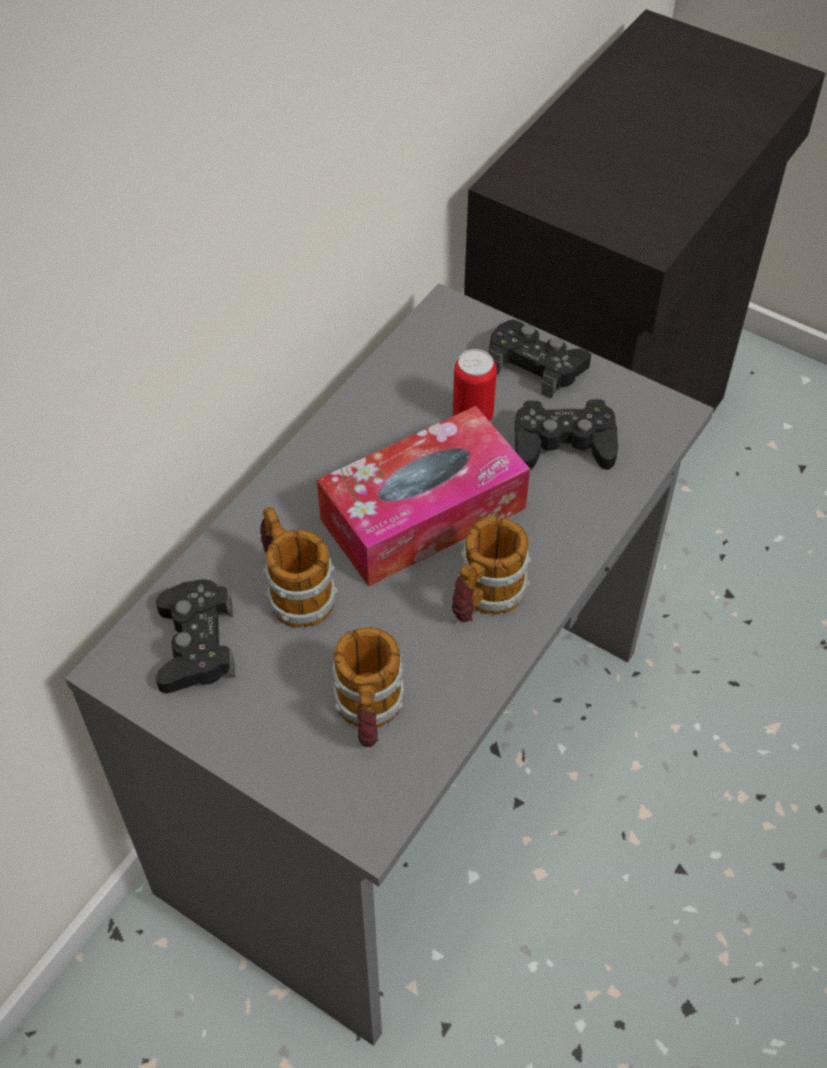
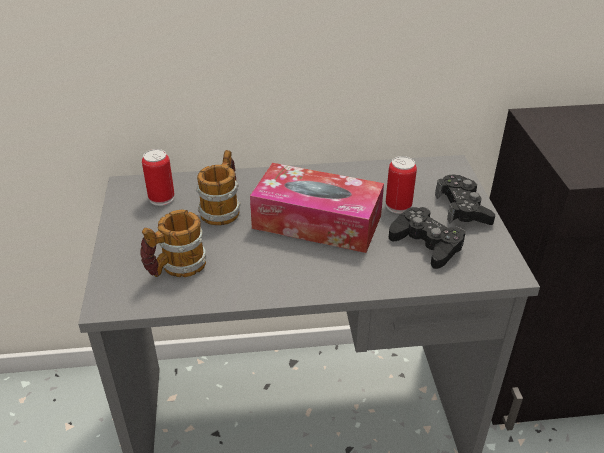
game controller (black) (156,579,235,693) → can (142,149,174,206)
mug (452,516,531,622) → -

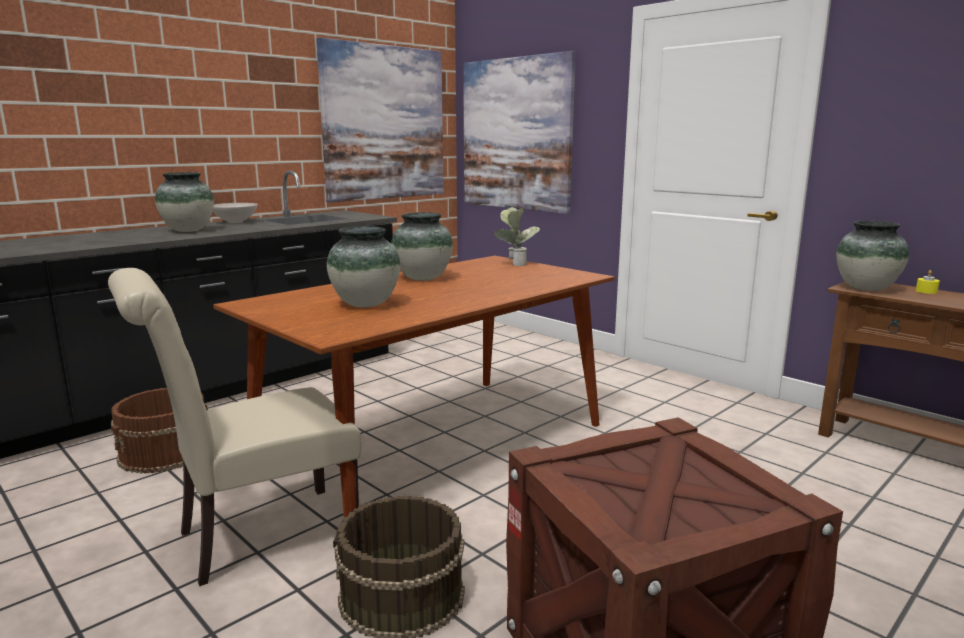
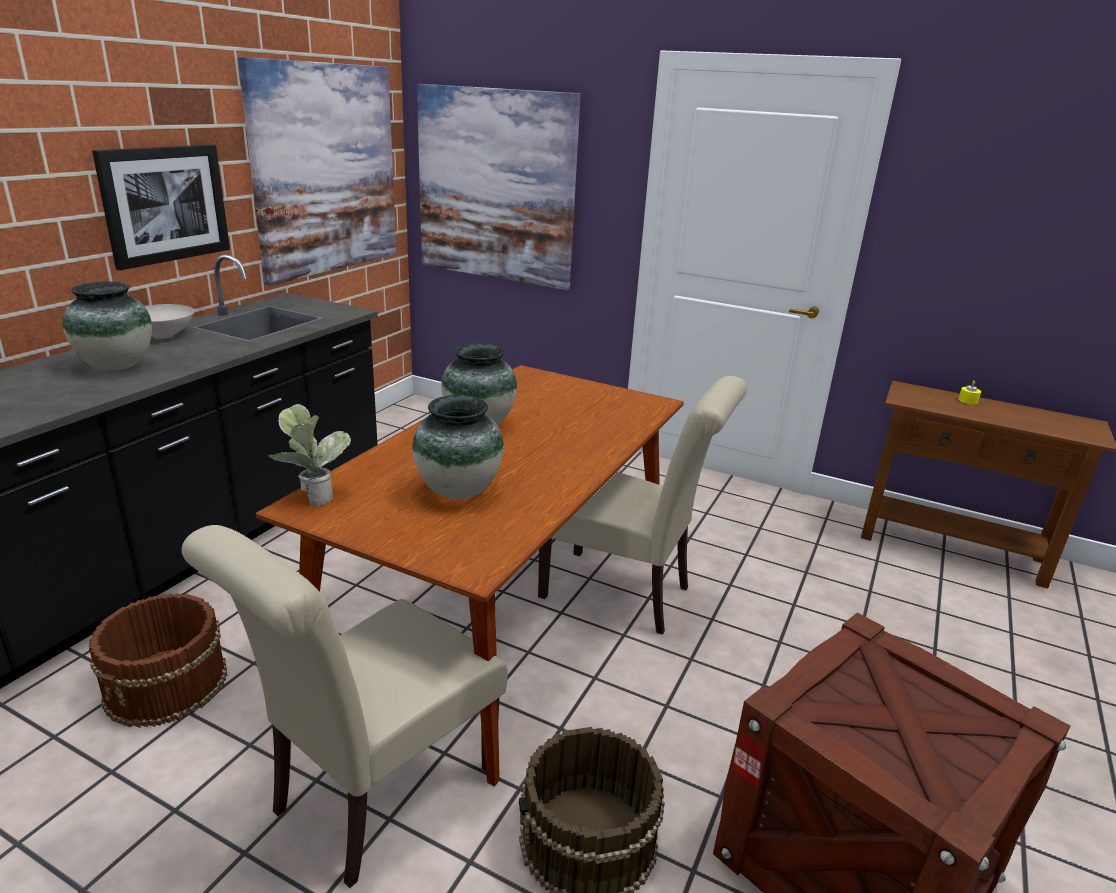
- → picture (92,145,230,270)
potted plant (493,207,540,266) → potted plant (269,404,351,506), moved
- → chair (beige) (538,376,747,635)
vase (836,221,909,291) → -

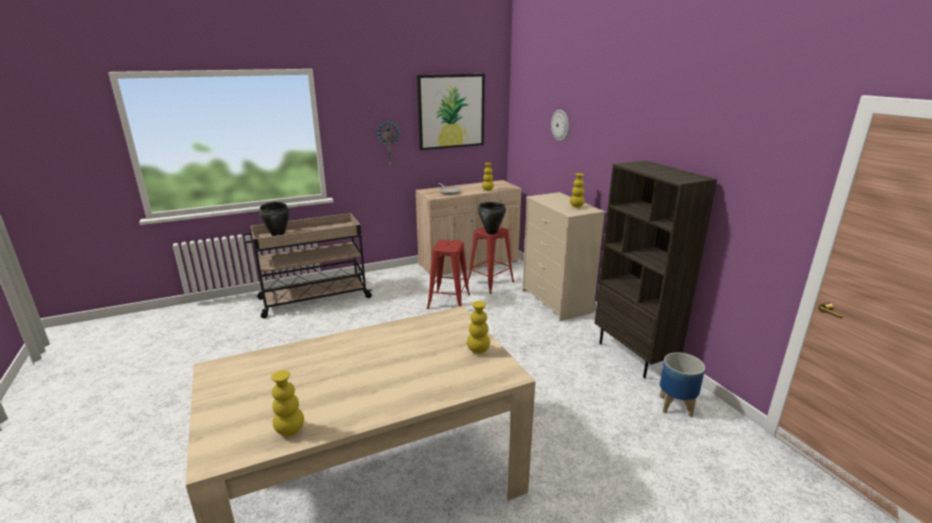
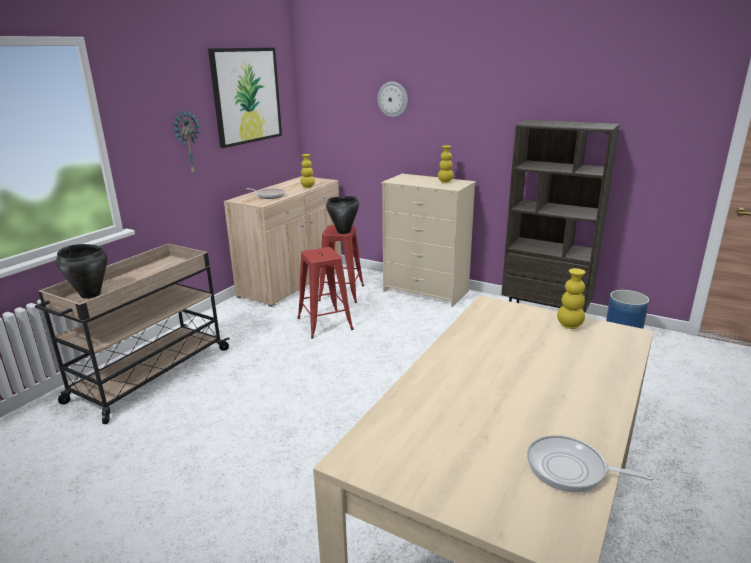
vase (yellow) (271,370,304,436) → frying pan (527,435,654,493)

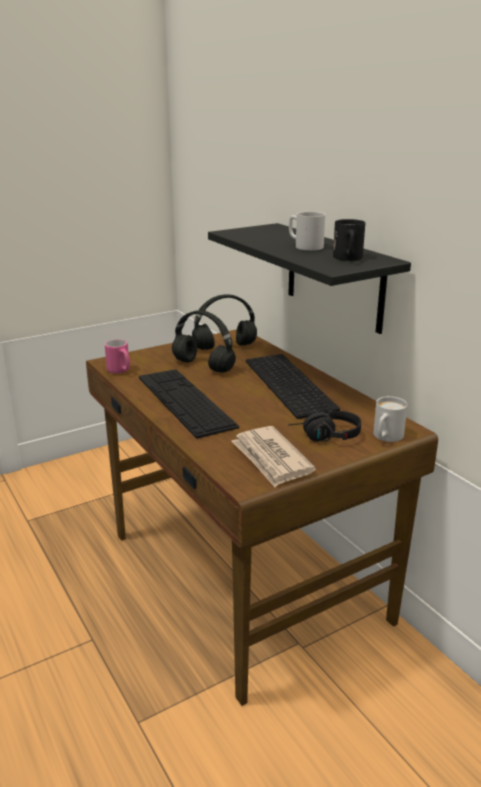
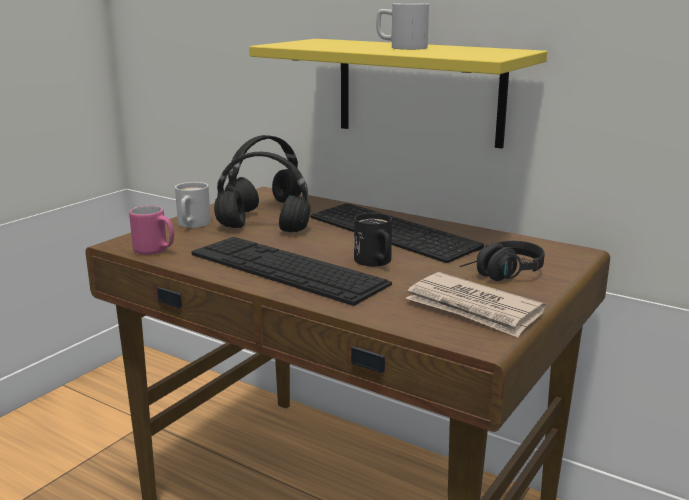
mug (white) (373,396,408,442) → mug (white) (175,182,211,228), moved
shelf (black) (208,223,411,334) → shelf (yellow) (249,39,547,149)
mug (black) (333,219,365,261) → mug (black) (354,213,392,266), moved

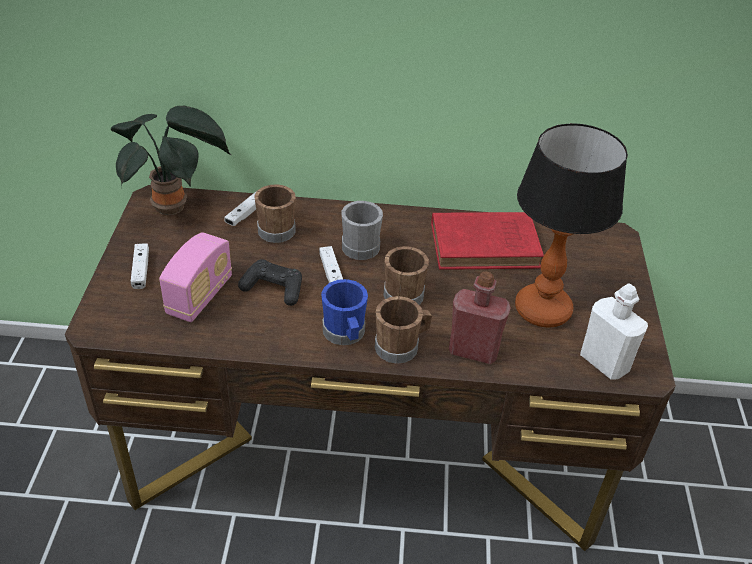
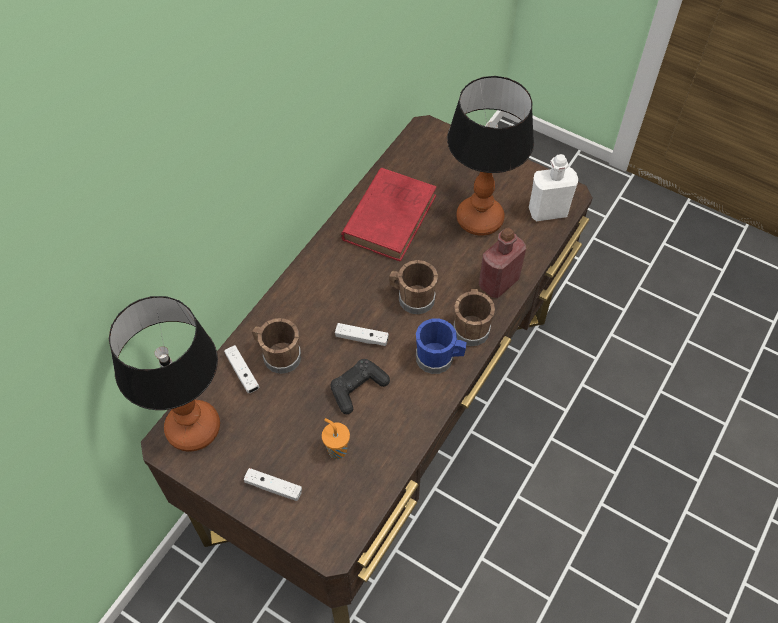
potted plant (111,106,231,215) → table lamp (109,296,220,451)
radio (159,232,232,322) → cup (orange) (322,418,350,459)
mug (grey) (341,201,383,260) → -

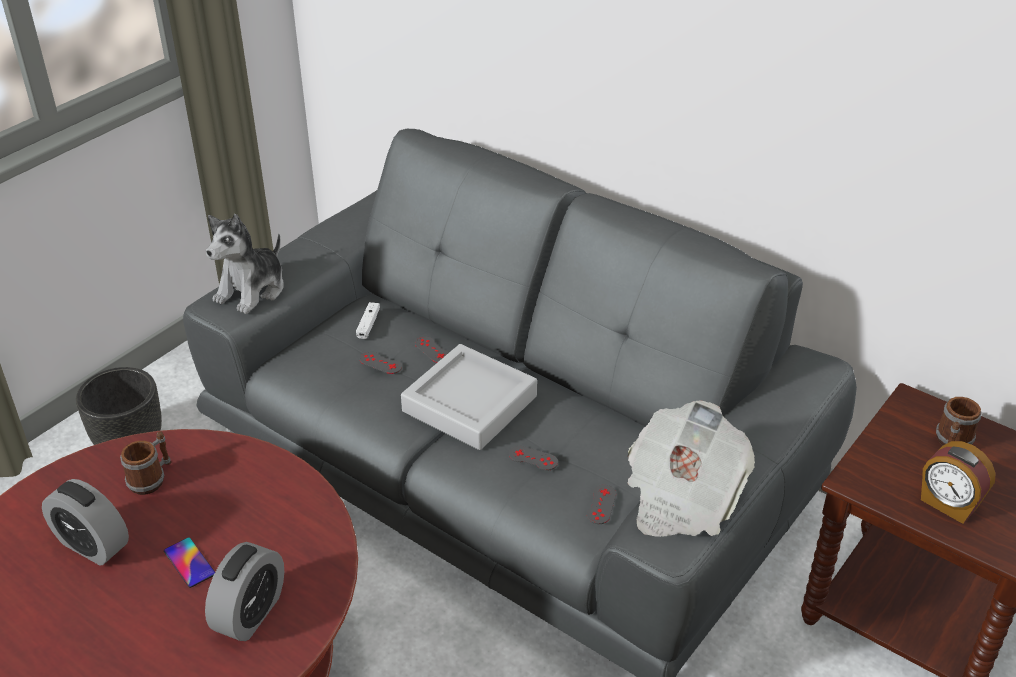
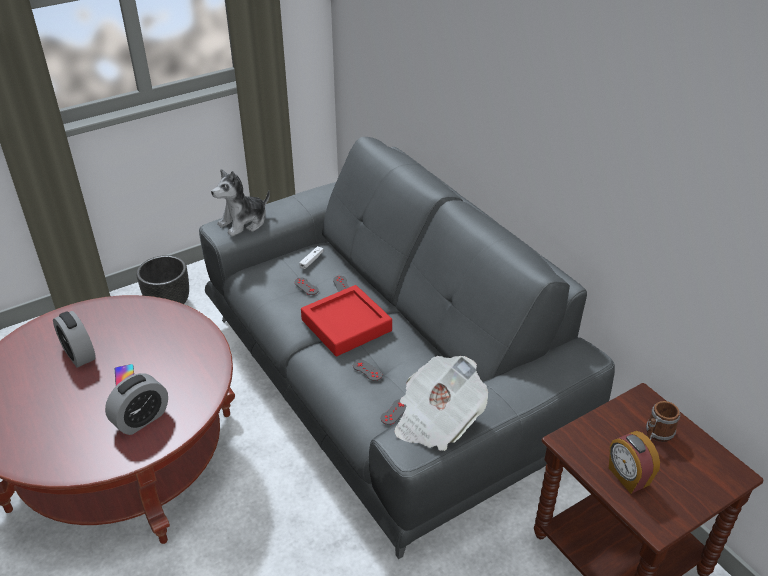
tray (grey) (401,344,537,450) → tray (red) (301,285,392,356)
mug (120,431,172,495) → -

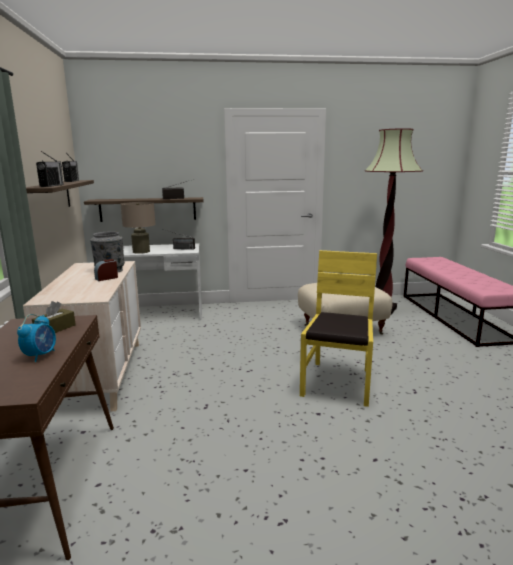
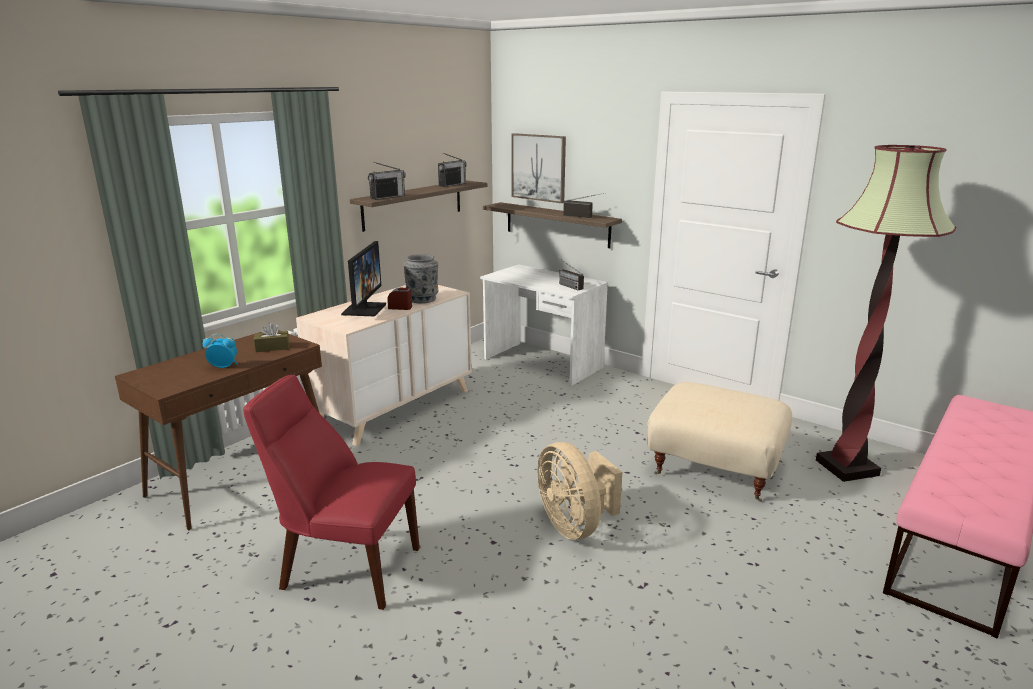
alarm clock (17,314,56,362) → alarm clock (203,334,238,368), 150 degrees counterclockwise
- → chair (red) (243,375,420,610)
- → monitor (341,241,386,316)
- → picture (511,133,566,203)
chair (yellow) (300,250,377,407) → fan (beige) (537,442,622,540)
table lamp (beige) (121,202,156,254) → -

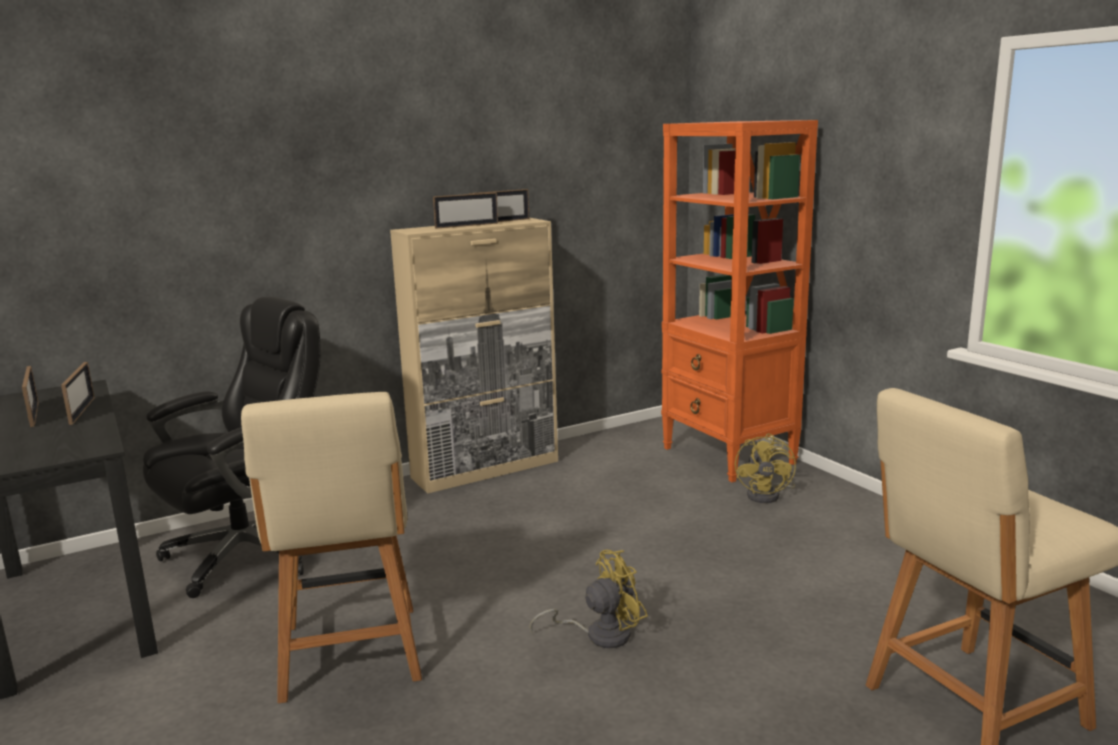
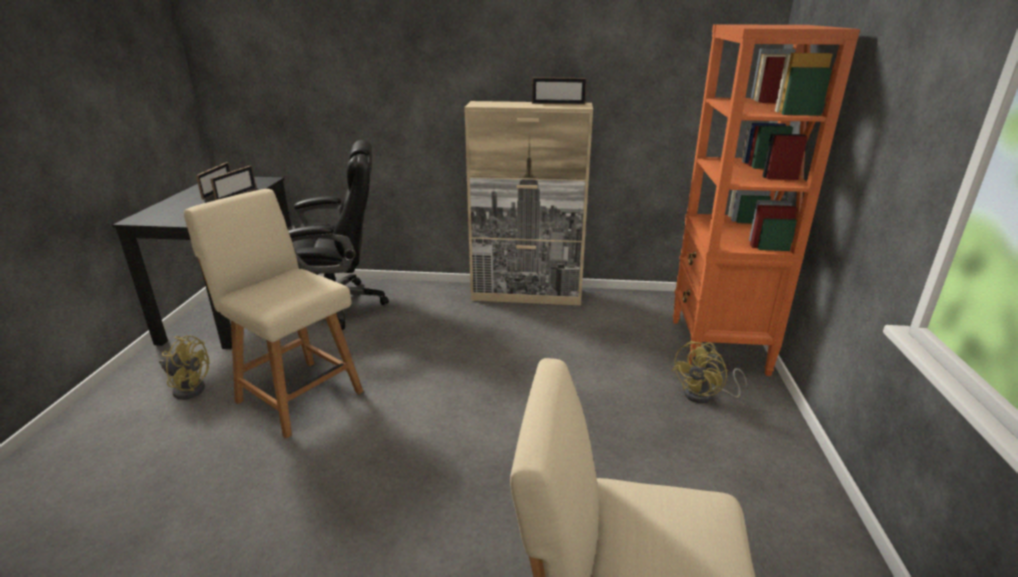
fan (yellow) (530,550,648,648) → fan (yellow) (159,336,210,400), moved
chair (beige) (241,392,422,704) → chair (beige) (184,189,363,438), 105 degrees clockwise
picture frame (433,192,498,229) → -

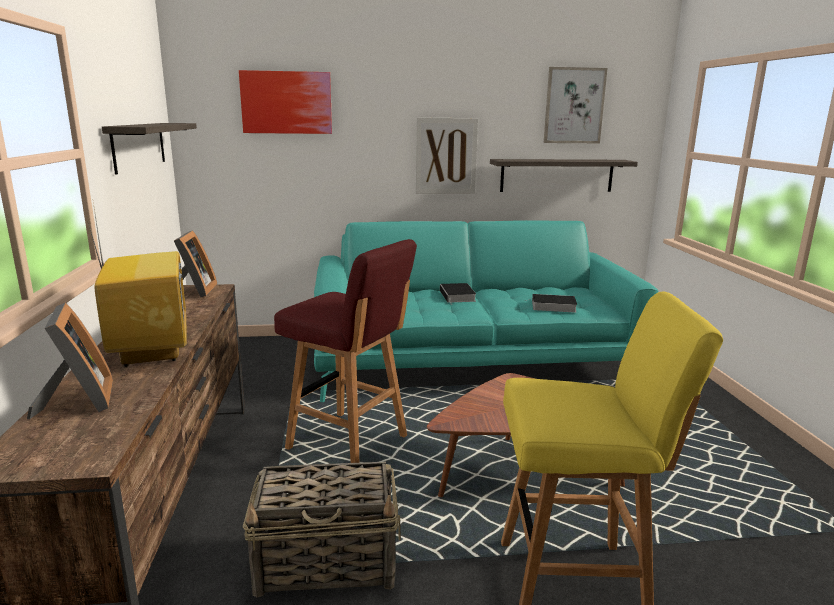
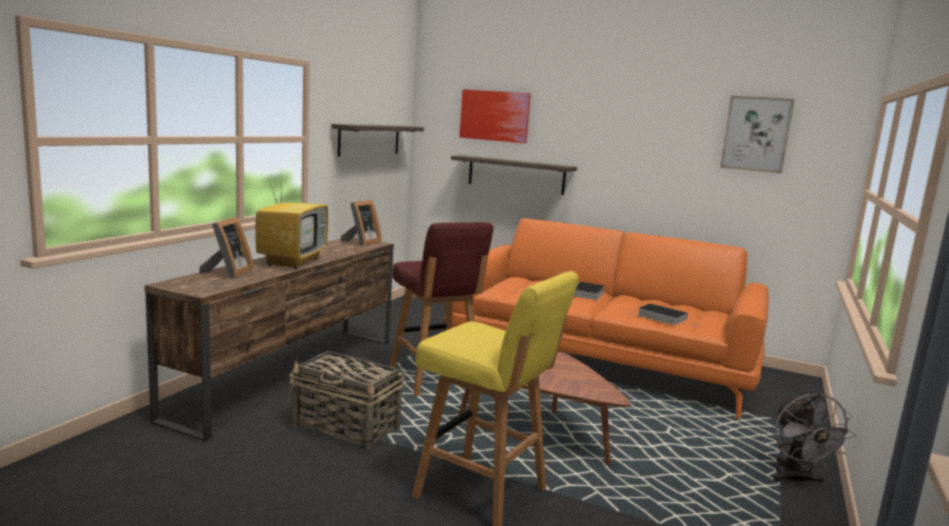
sofa (turquoise) (314,220,659,402) → sofa (orange) (444,218,769,419)
shelf (490,159,638,192) → shelf (451,155,577,195), moved
- → fan (grey) (773,393,856,485)
picture (415,117,478,194) → -

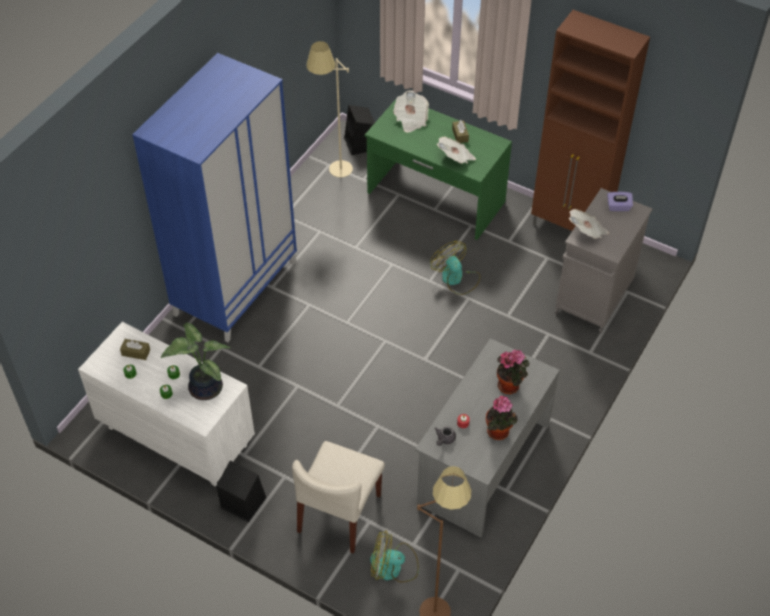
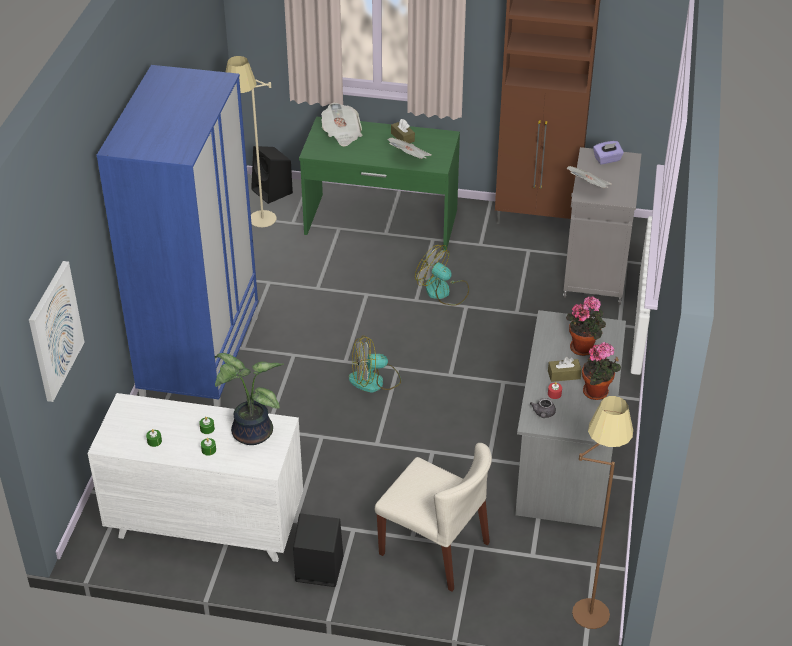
- → picture (29,261,85,402)
fan (370,531,419,583) → fan (349,336,401,392), moved
chair (beige) (292,441,385,554) → chair (beige) (375,443,492,592), 60 degrees counterclockwise
tissue box (brown) (120,339,150,360) → tissue box (brown) (548,357,582,382), moved

